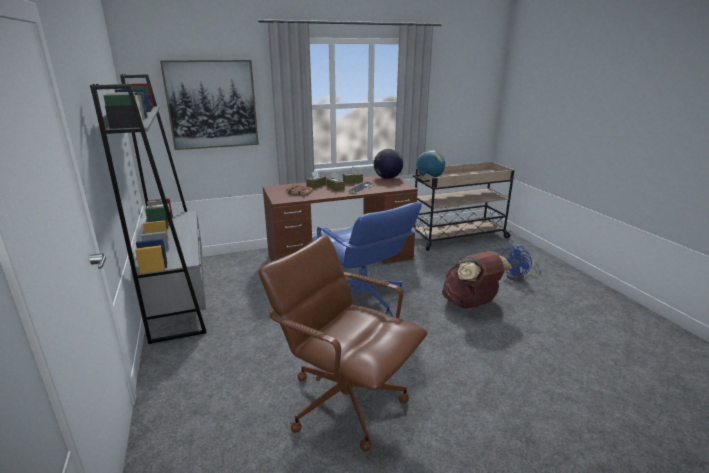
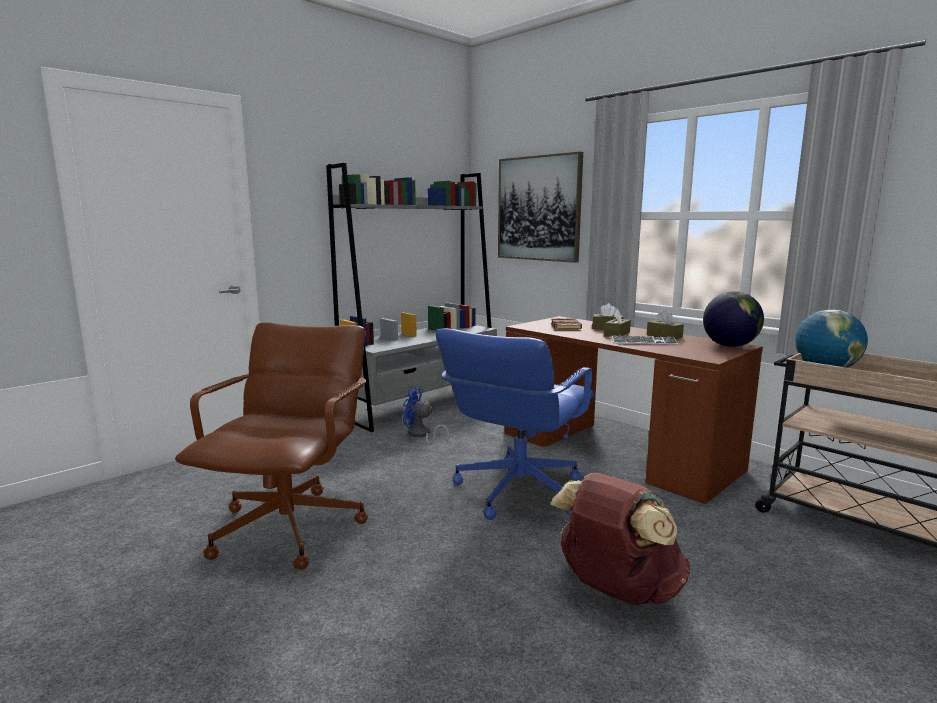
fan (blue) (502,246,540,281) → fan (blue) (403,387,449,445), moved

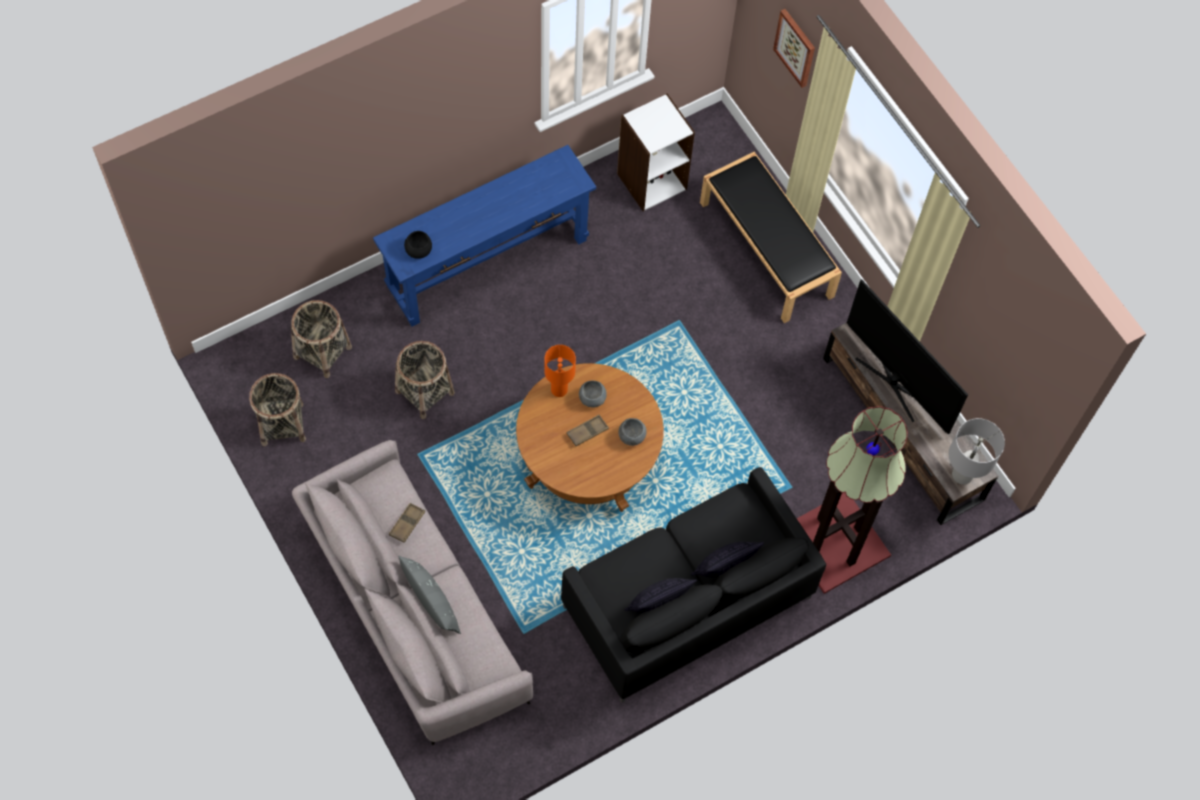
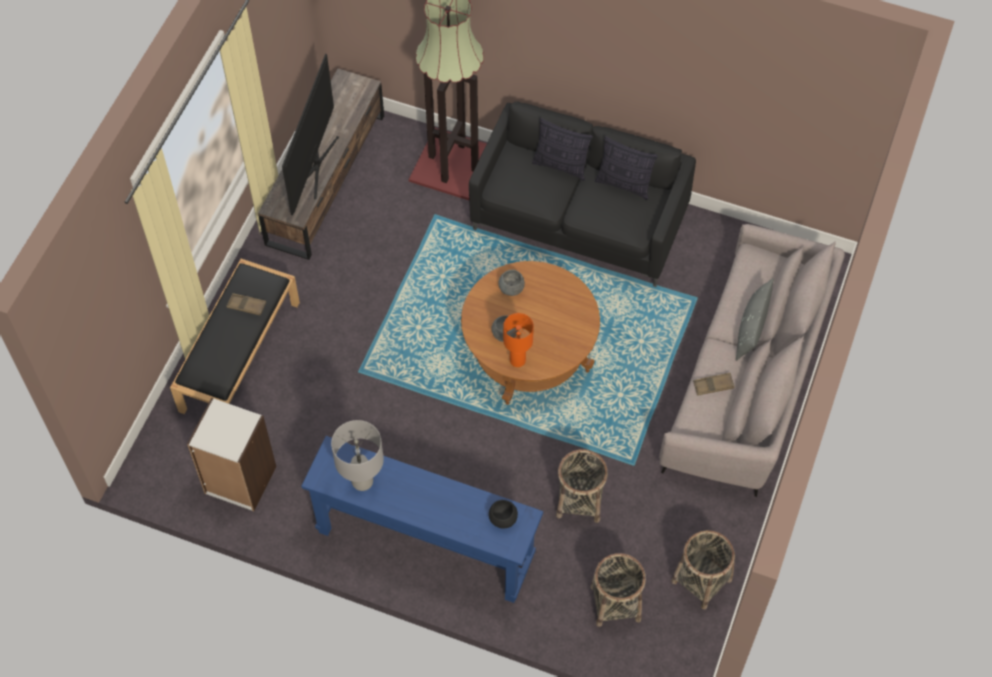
tray (brown) (566,415,609,446) → tray (brown) (226,293,266,315), moved
table lamp (grey) (949,418,1005,485) → table lamp (grey) (331,420,384,491), moved
picture (773,9,815,88) → -

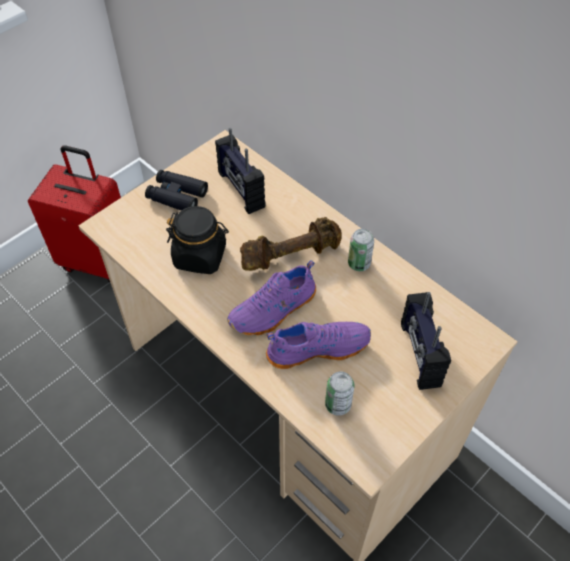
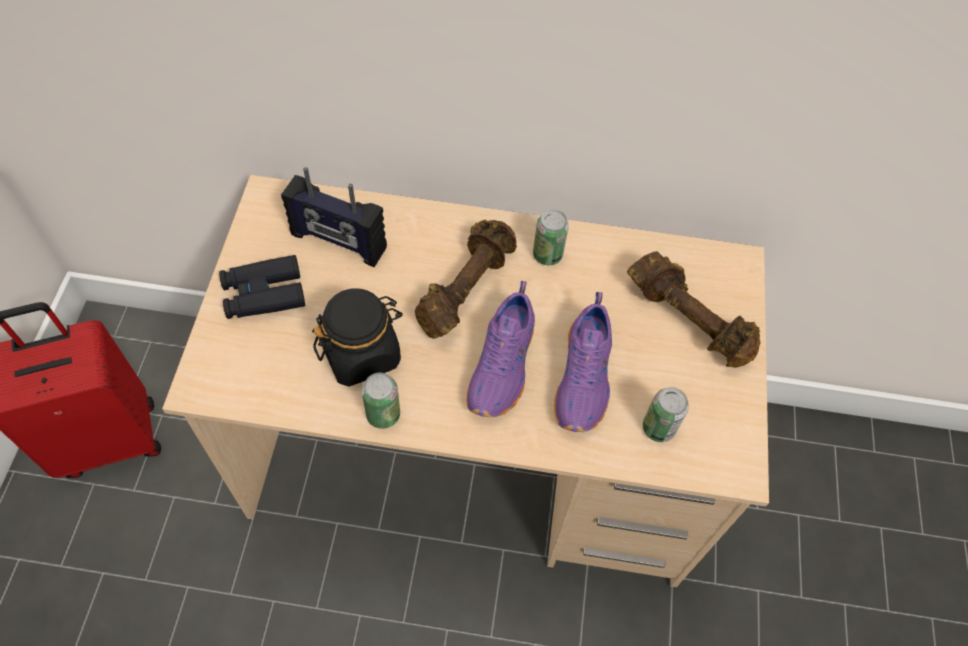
- → can (362,373,400,429)
shoe (purple) (266,322,371,369) → shoe (purple) (554,292,612,432), 150 degrees clockwise
radio (401,292,451,390) → dumbbell (brown) (627,251,761,368)

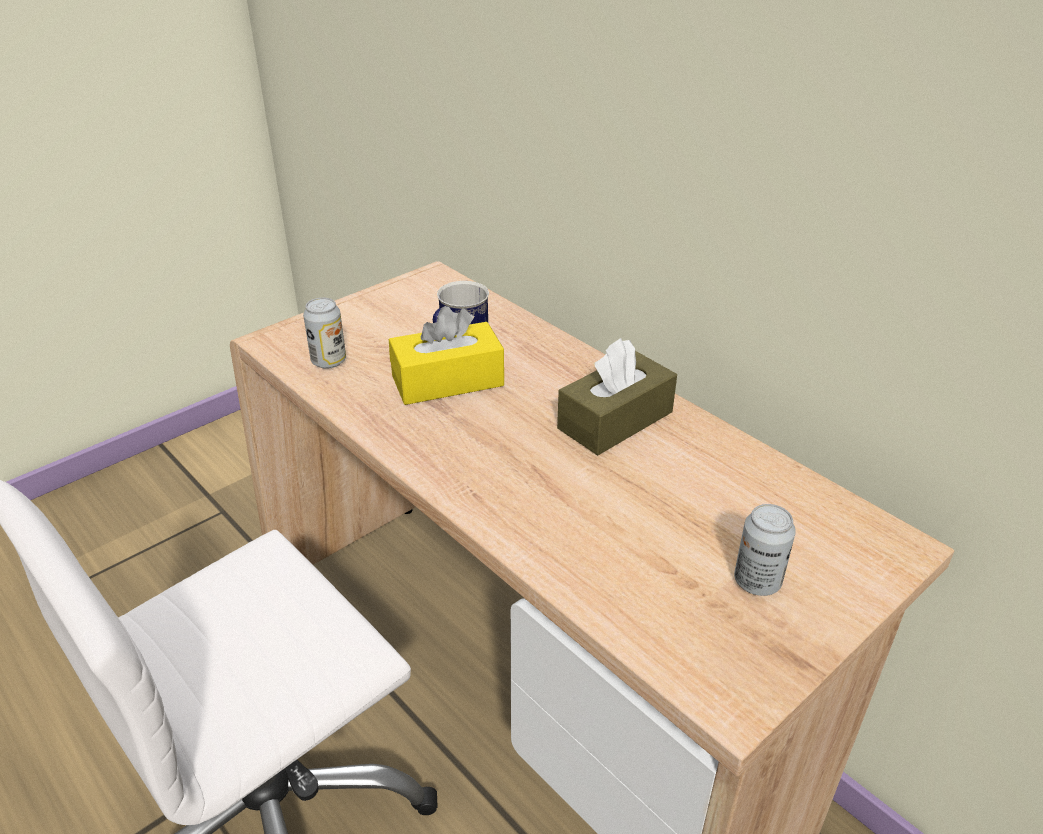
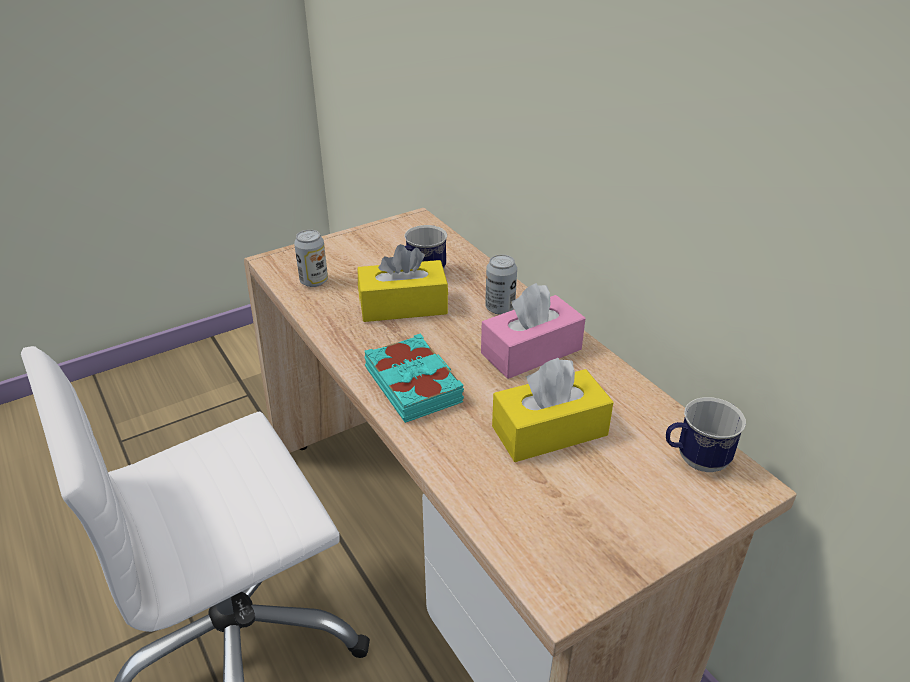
- → book (turquoise) (364,334,464,423)
tissue box (brown) (557,338,677,455) → tissue box (pink) (481,283,586,379)
can (734,504,796,596) → can (485,255,517,315), moved
- → tissue box (yellow) (492,358,613,462)
- → mug (666,397,746,472)

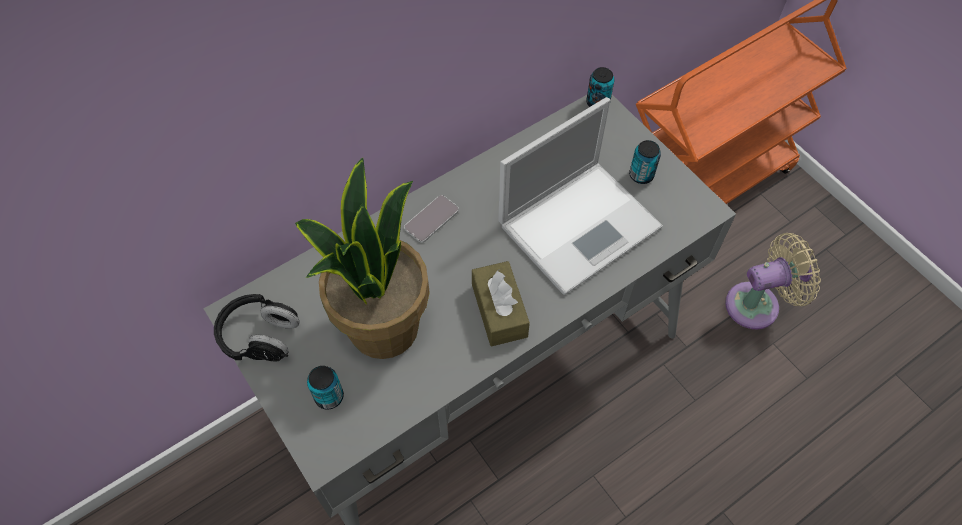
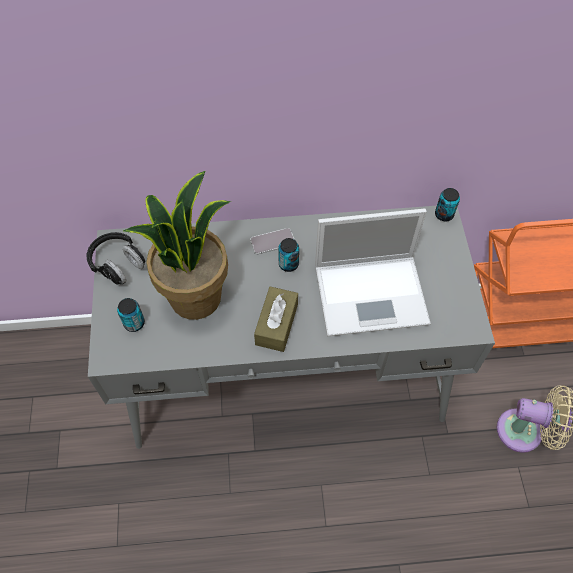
can (629,140,661,184) → can (278,238,299,272), moved

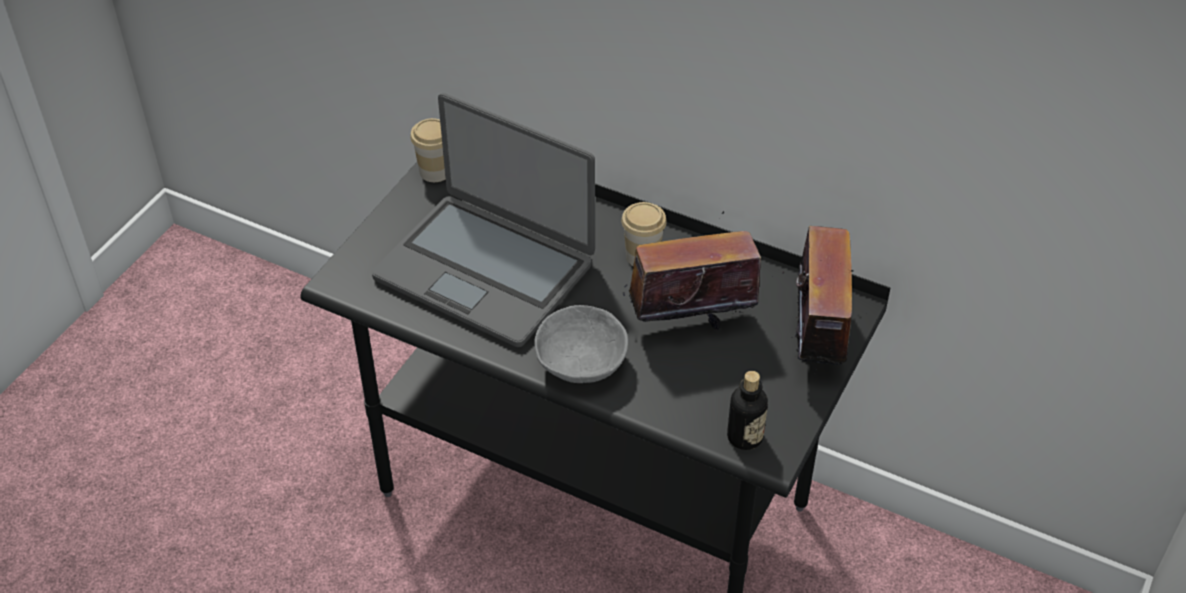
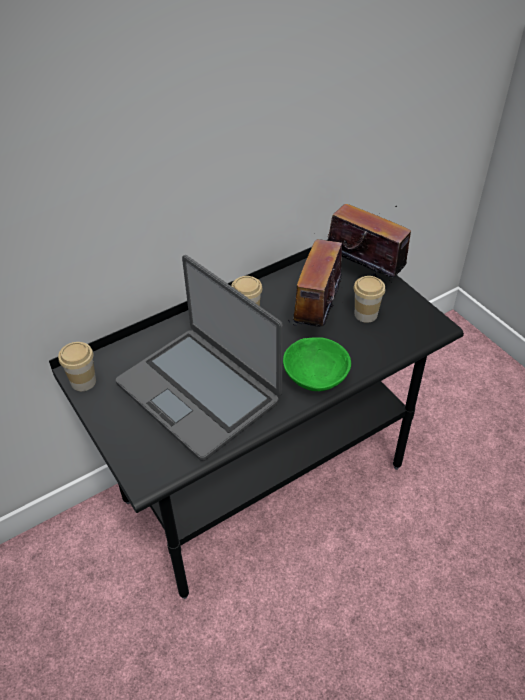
laptop (372,93,595,347) → laptop (116,255,283,461), 75 degrees clockwise
bowl (grey) (535,305,628,383) → bowl (green) (283,337,351,391)
- → cup (354,276,385,323)
bottle (727,371,768,450) → -

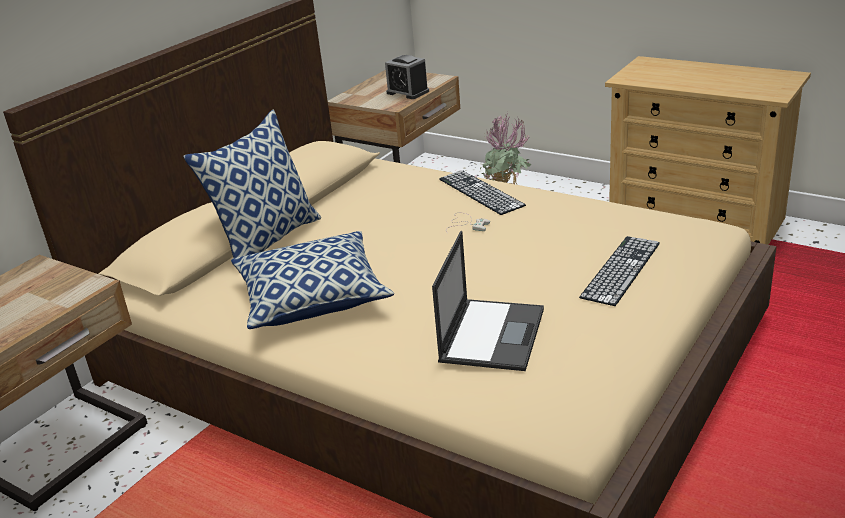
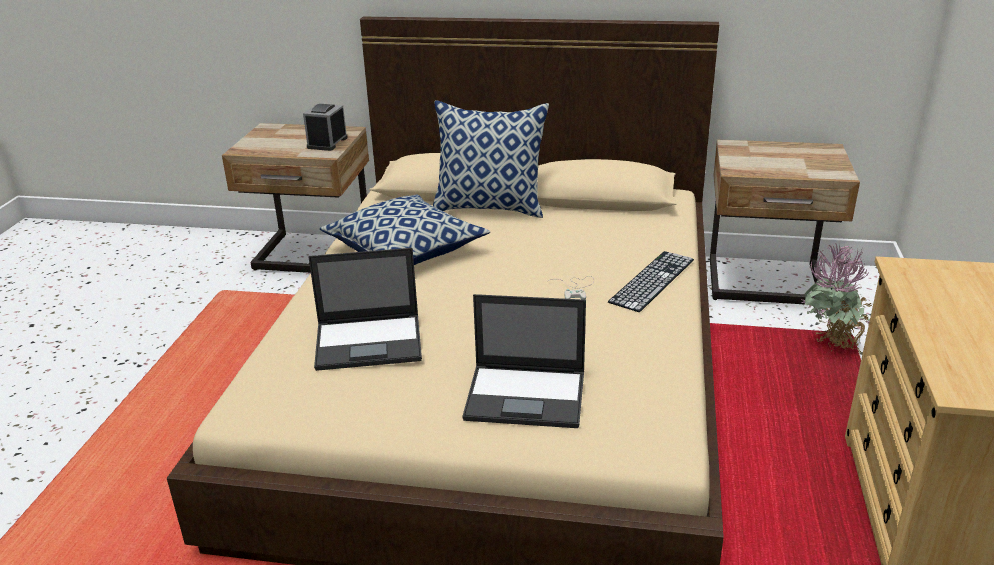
alarm clock (385,55,429,99) → alarm clock (303,103,348,151), moved
keyboard (579,236,660,306) → laptop (462,294,586,428)

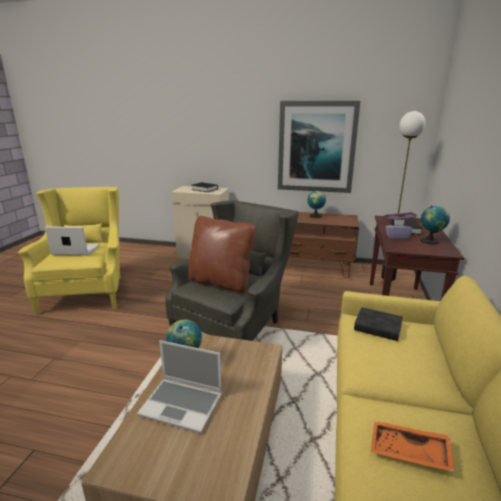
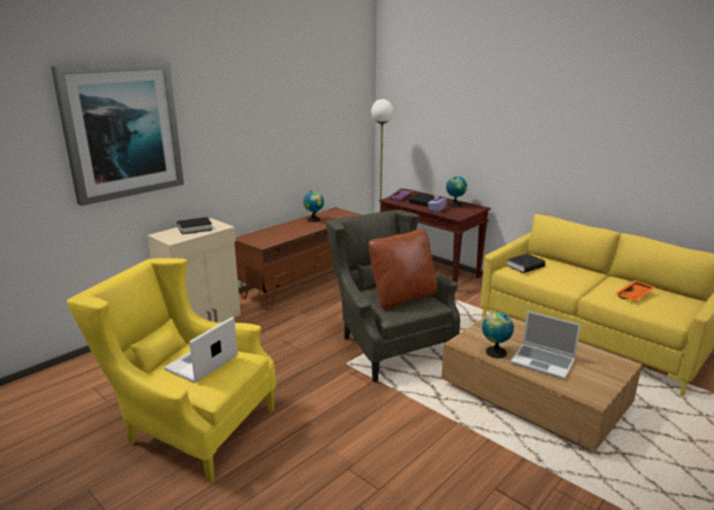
picture (278,101,360,193) → picture (51,61,184,206), moved
laptop (137,340,222,434) → laptop (511,311,581,380), 75 degrees clockwise

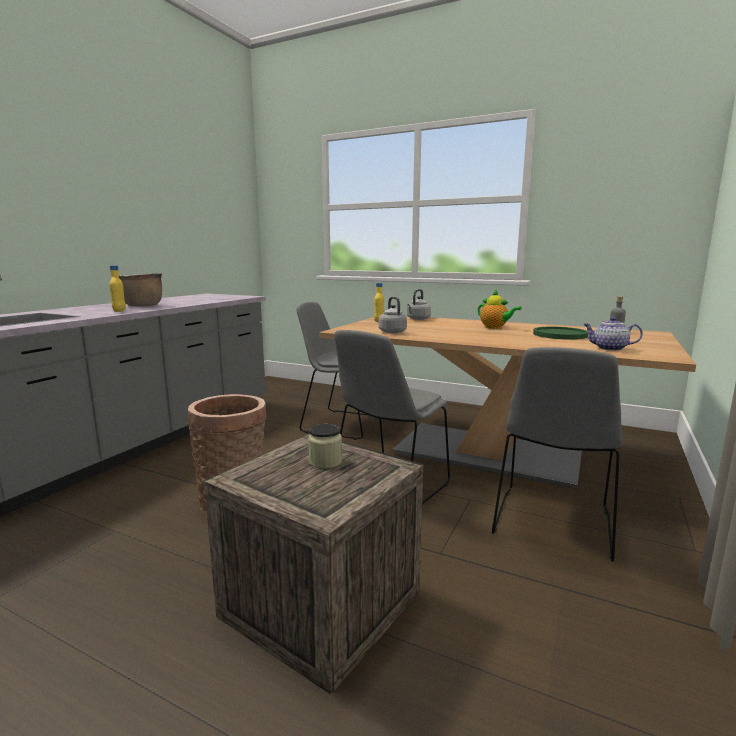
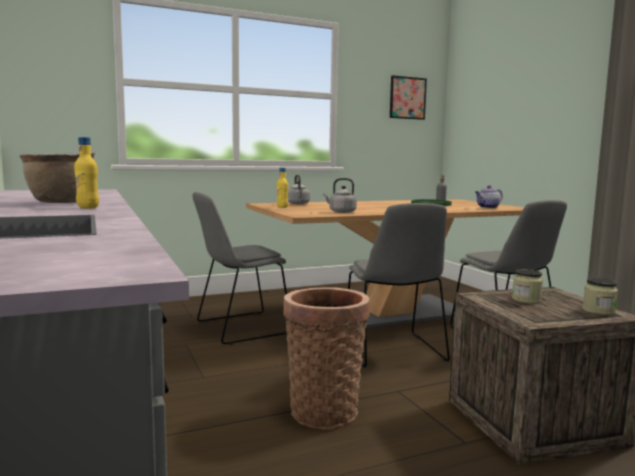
- → picture (390,75,427,120)
- → jar (583,278,618,315)
teapot (478,289,522,329) → -

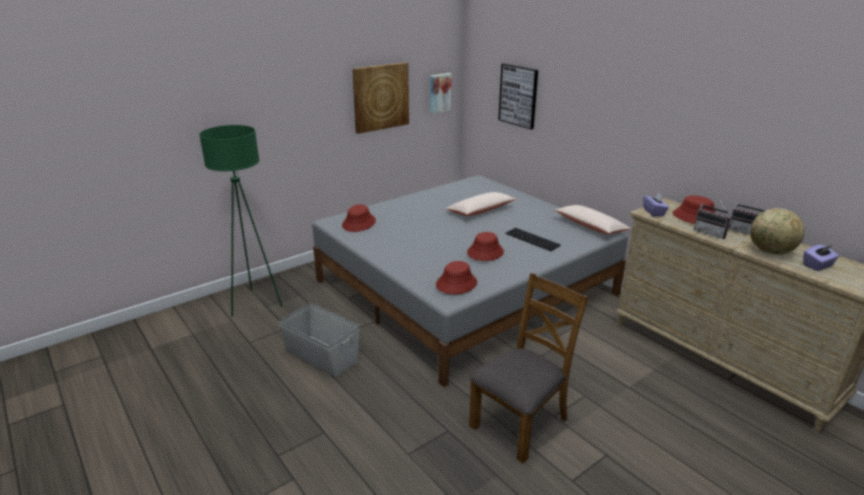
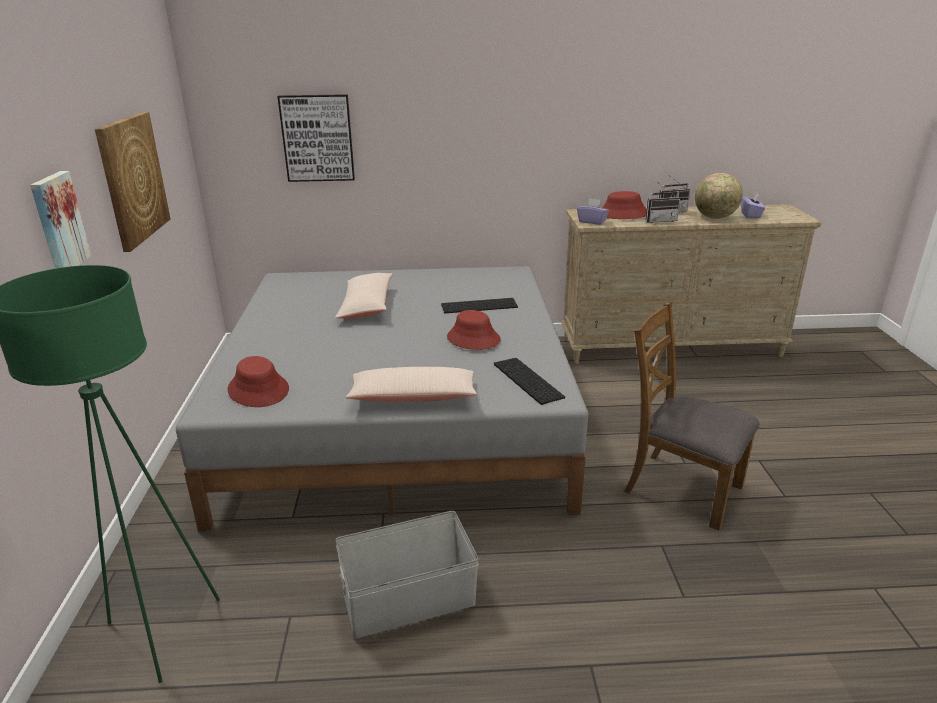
picture (430,73,452,114) → picture (30,171,92,269), moved
pillow (beige) (555,205,631,235) → pillow (beige) (346,367,477,402), moved
hat (red) (436,261,477,294) → keyboard (494,358,565,405)
chair (brown) (469,273,588,464) → chair (brown) (624,303,760,531), 45 degrees counterclockwise

